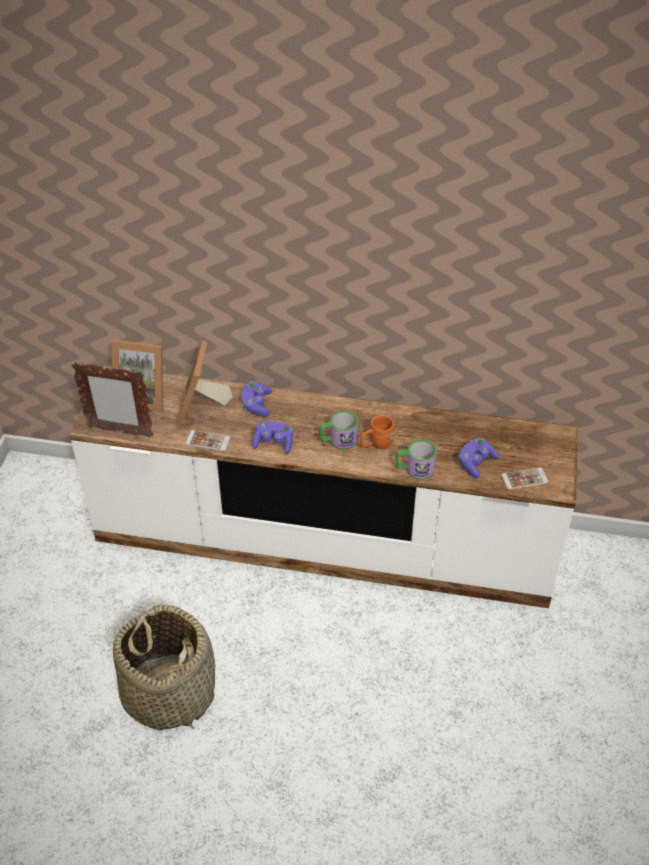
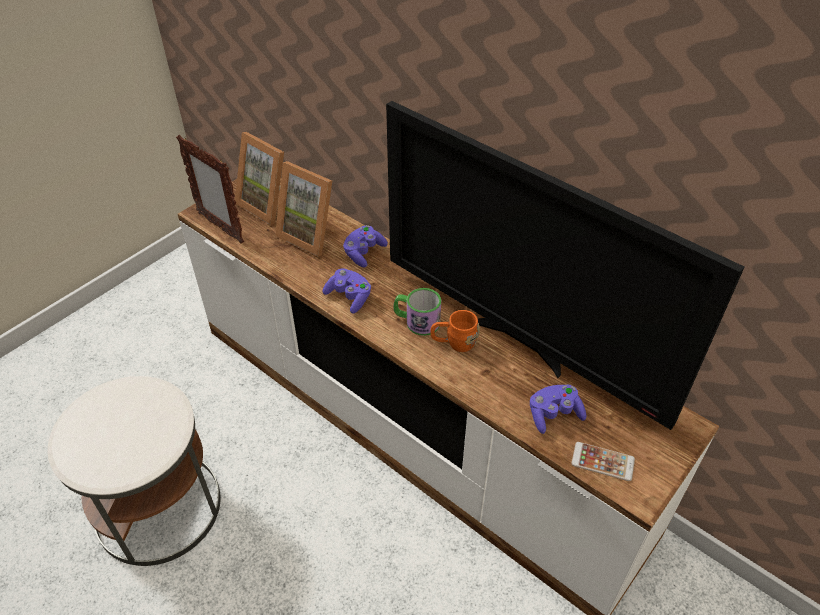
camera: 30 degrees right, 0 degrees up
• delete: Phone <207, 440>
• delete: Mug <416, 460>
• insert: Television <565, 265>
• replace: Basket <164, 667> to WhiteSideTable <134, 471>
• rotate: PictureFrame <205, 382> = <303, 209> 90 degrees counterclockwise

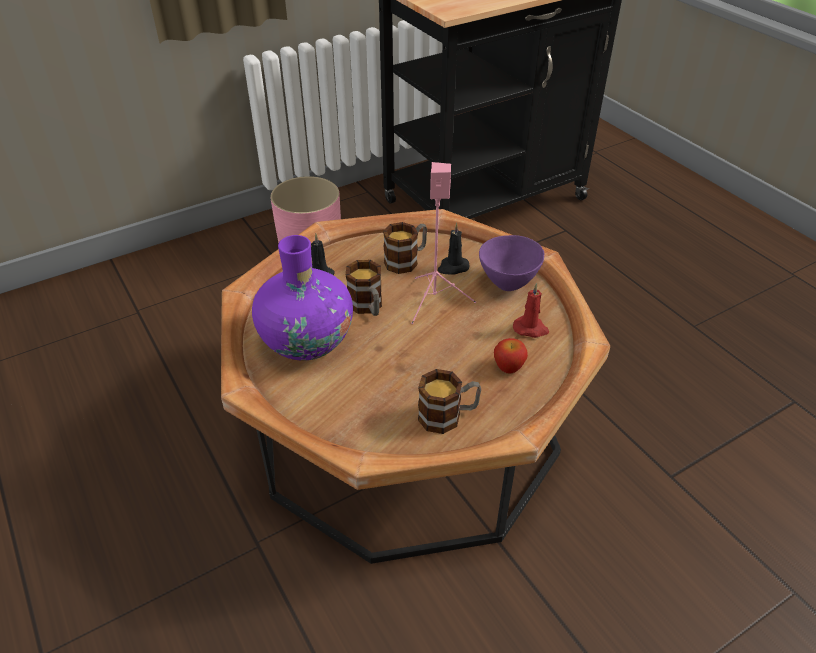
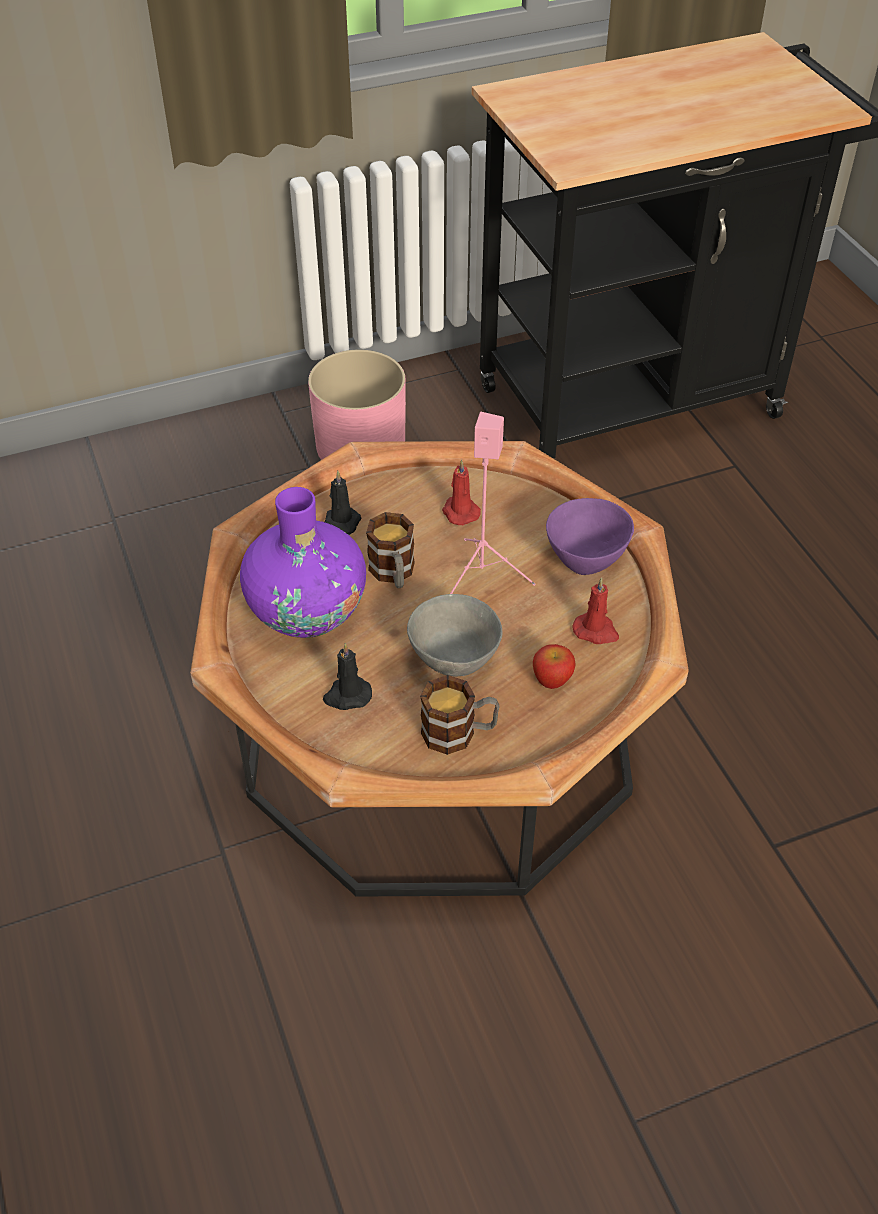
camera: 10 degrees right, 5 degrees up
• insert: GreyBowl <455, 635>
• move: BlackCandle <454, 249> to <347, 676>
• replace: Mug <405, 248> to RedCandle <461, 492>

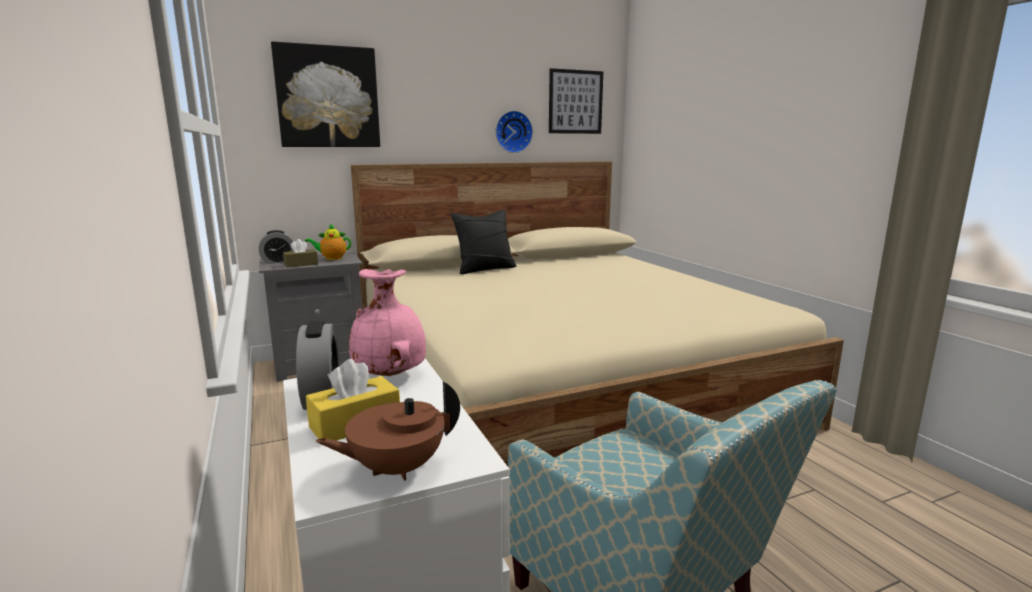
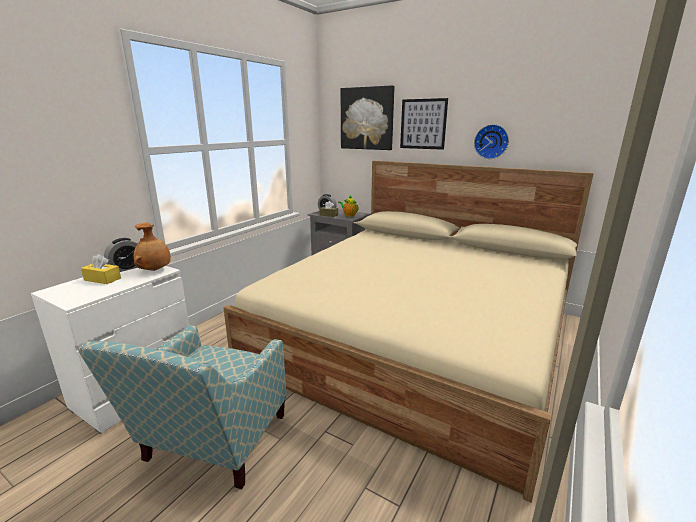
camera: 55 degrees right, 5 degrees up
• delete: BrownTeapot <387, 431>
• delete: BlackPillow <483, 242>
• move: Picture <576, 101> to <424, 124>
• recolor: PinkVase <387, 322> to BrownVase <152, 246>

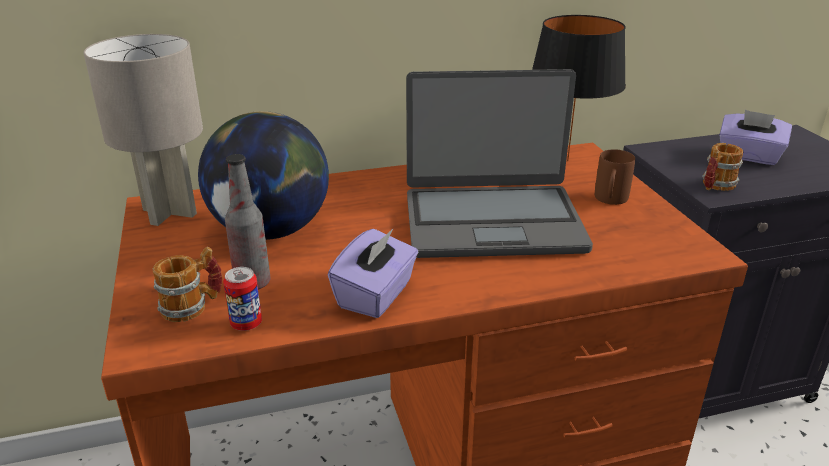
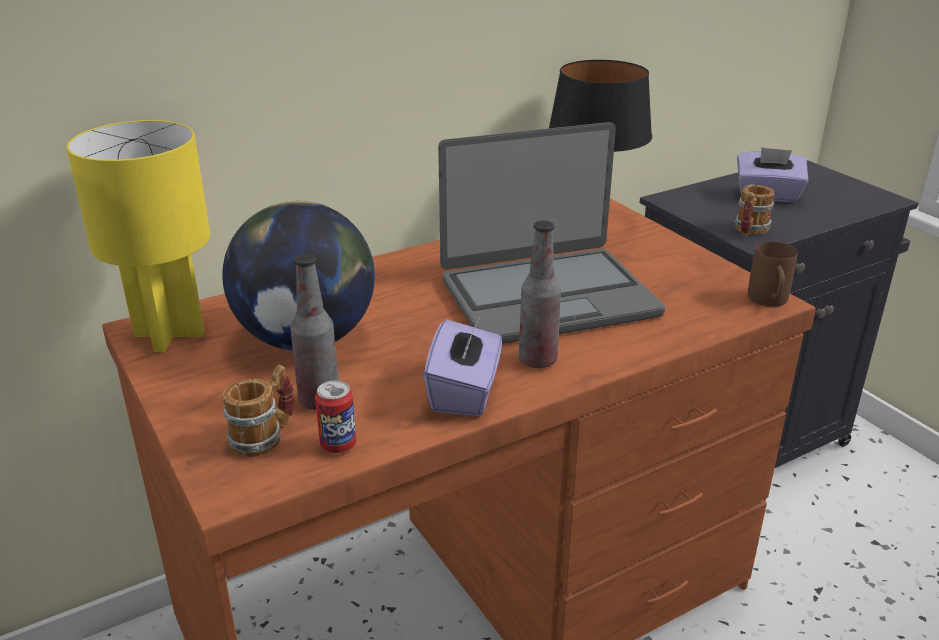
camera: 15 degrees left, 0 degrees up
• insert: Bottle <540, 294>
• move: BrownMug <615, 177> to <772, 274>
• recolor: GreyTableLamp <143, 130> to YellowTableLamp <138, 236>

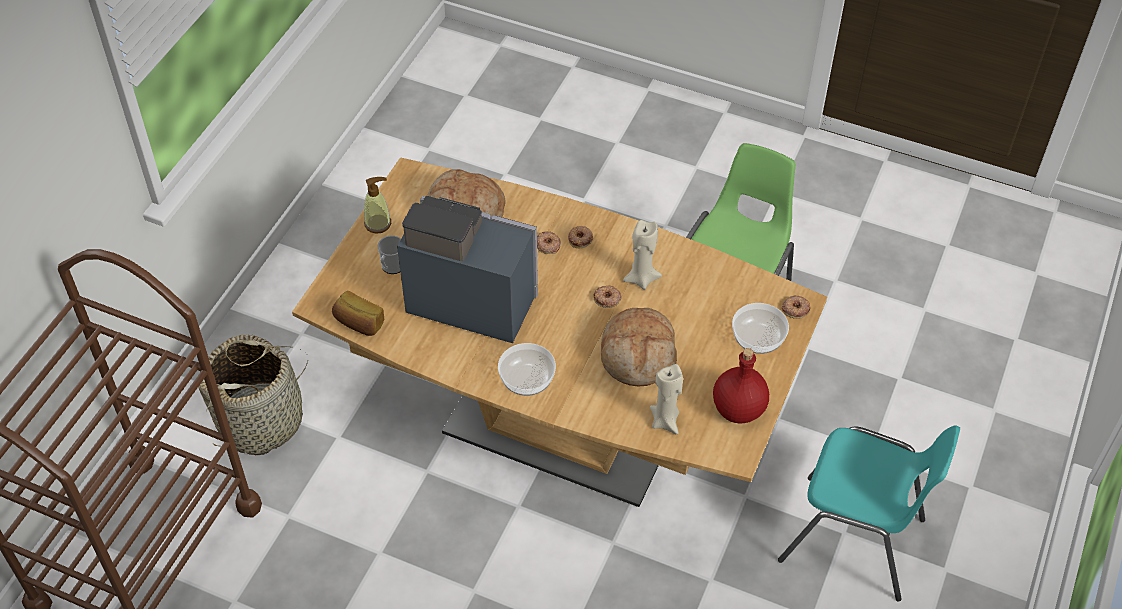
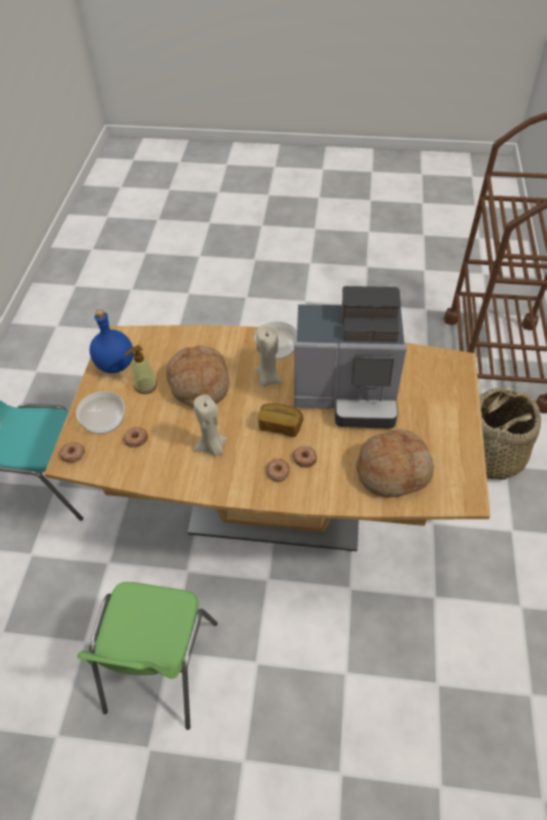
camera: 165 degrees right, 0 degrees up
• delete: Mug <389, 254>
• move: Bread <358, 313> to <281, 420>
• move: SoapDispenser <377, 205> to <141, 369>
• move: Donut <607, 296> to <135, 437>
• move: BeigeCandle <666, 399> to <269, 356>
• recolor: RedBottle <741, 385> to BlueBottle <112, 341>

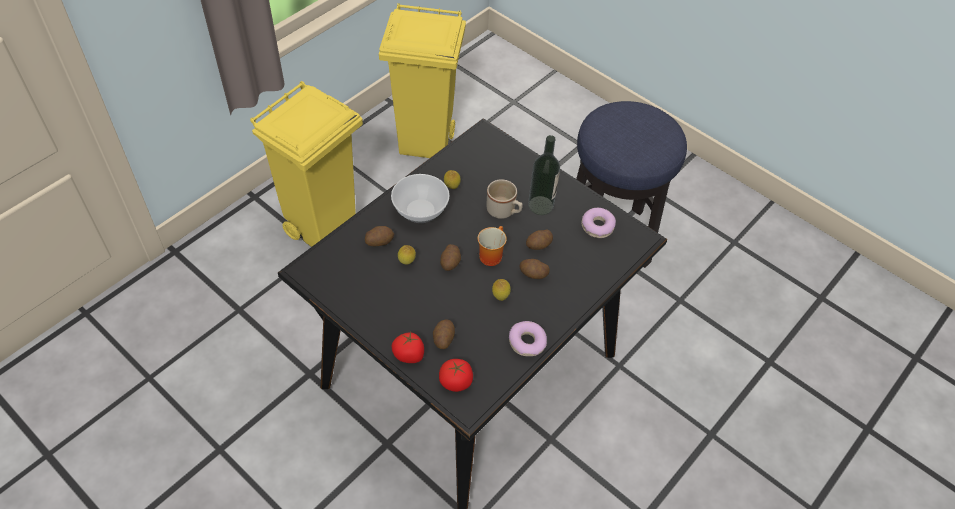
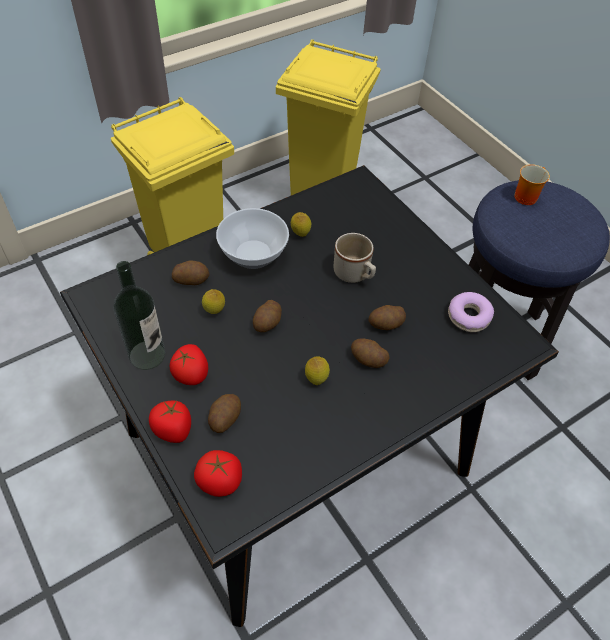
camera: 15 degrees right, 0 degrees up
• delete: Donut <528, 338>
• insert: Tomato <189, 364>
• move: Mug <492, 246> to <532, 184>
• move: Bottle <544, 175> to <140, 315>

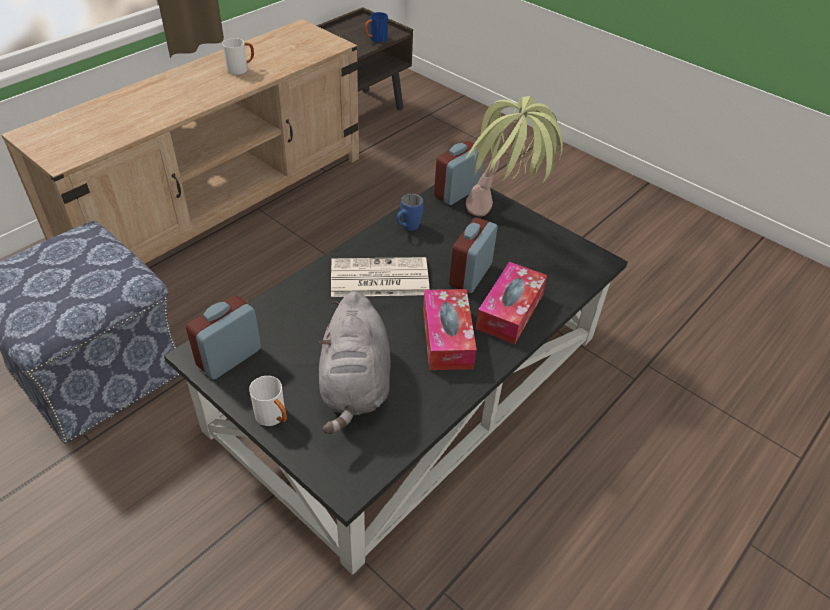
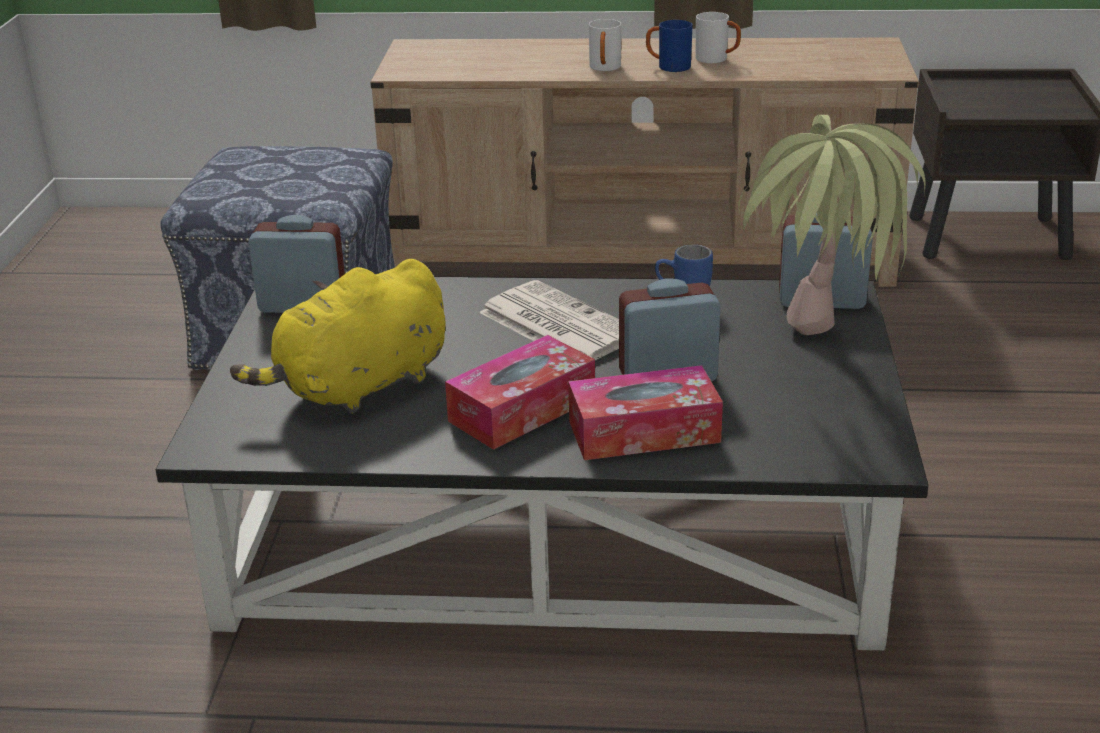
camera: 55 degrees right, 15 degrees down
• move: WhiteMug <268, 401> to <605, 45>
• move: BlueMug <376, 27> to <669, 46>
• recolor: GreyPlushToy <354, 362> to YellowPlushToy <338, 336>

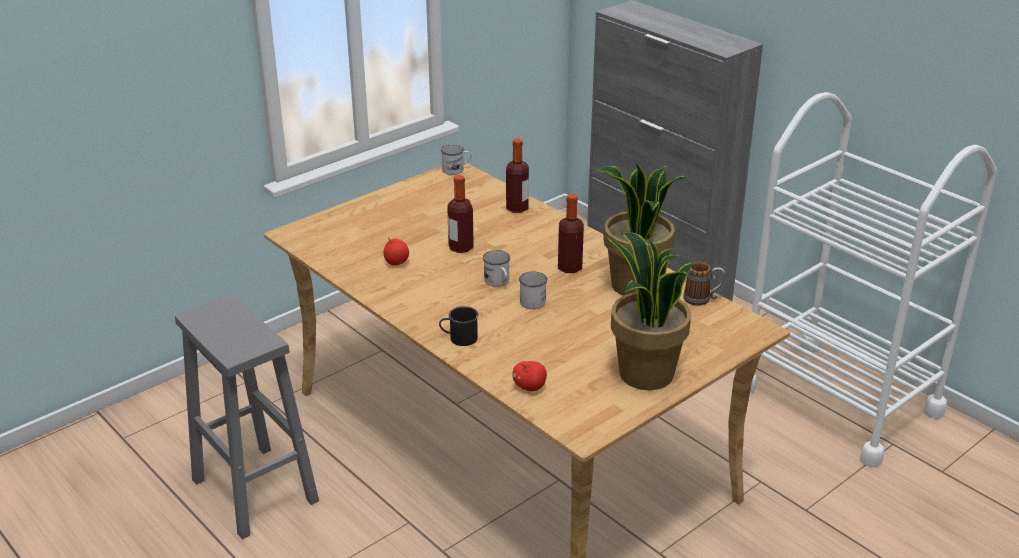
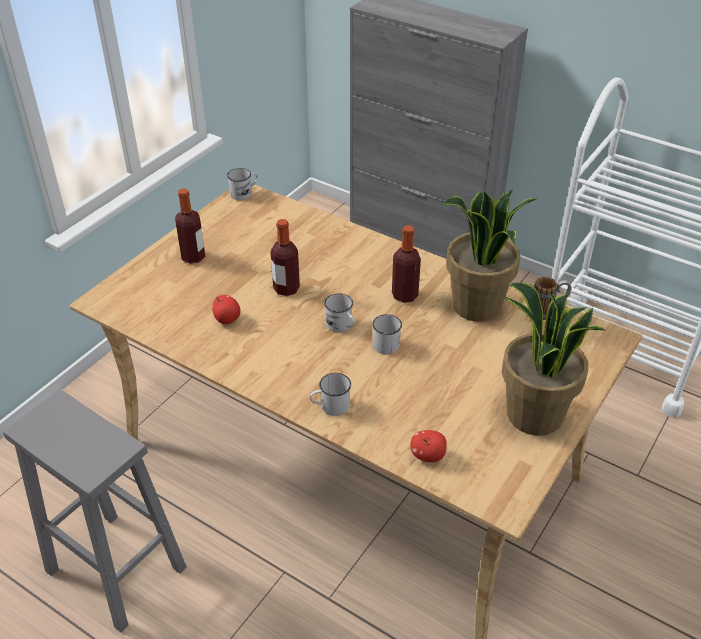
camera: 15 degrees left, 10 degrees up
• move: Bottle <517, 176> to <190, 226>
• recolor: BlackMug <458, 326> to WhiteMug <330, 394>

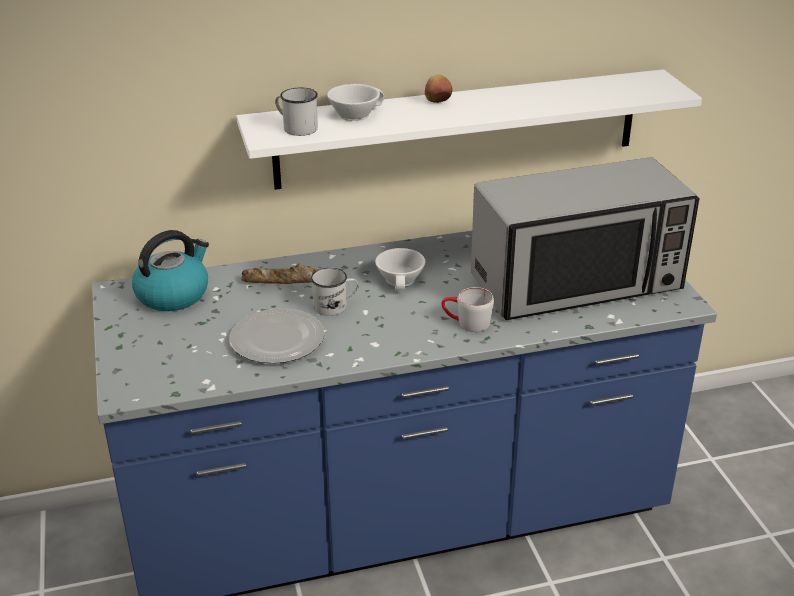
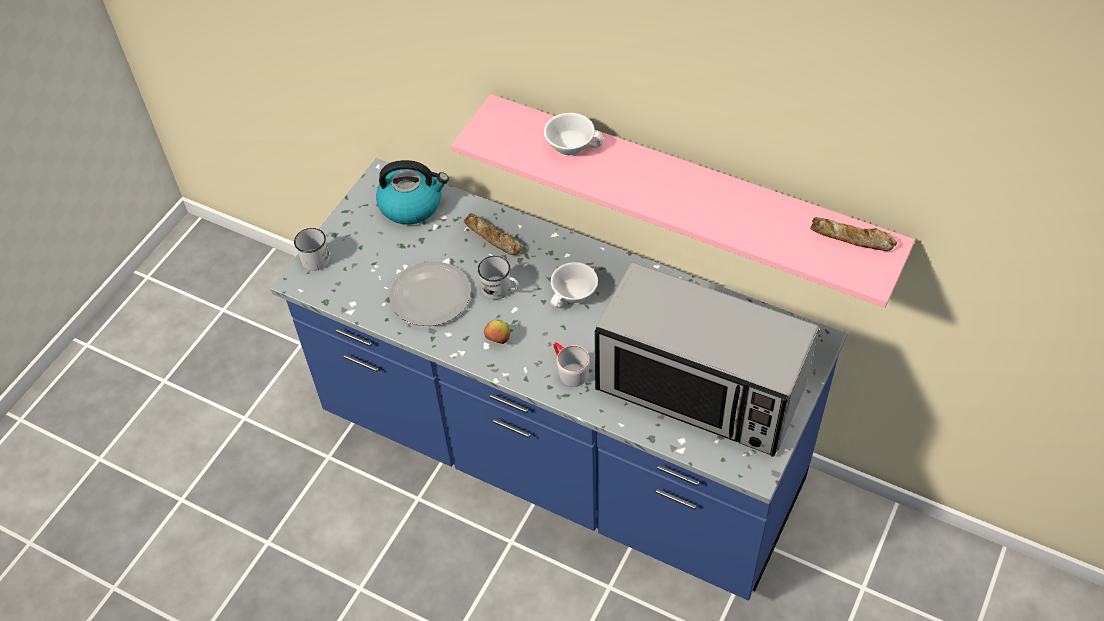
camera: 45 degrees right, 20 degrees up
• insert: Bread <853, 234>
• move: WhiteMug <296, 111> to <312, 249>
• move: Apple <439, 89> to <497, 332>
• recolor: WhiteShelf <469, 129> to PinkShelf <683, 201>

